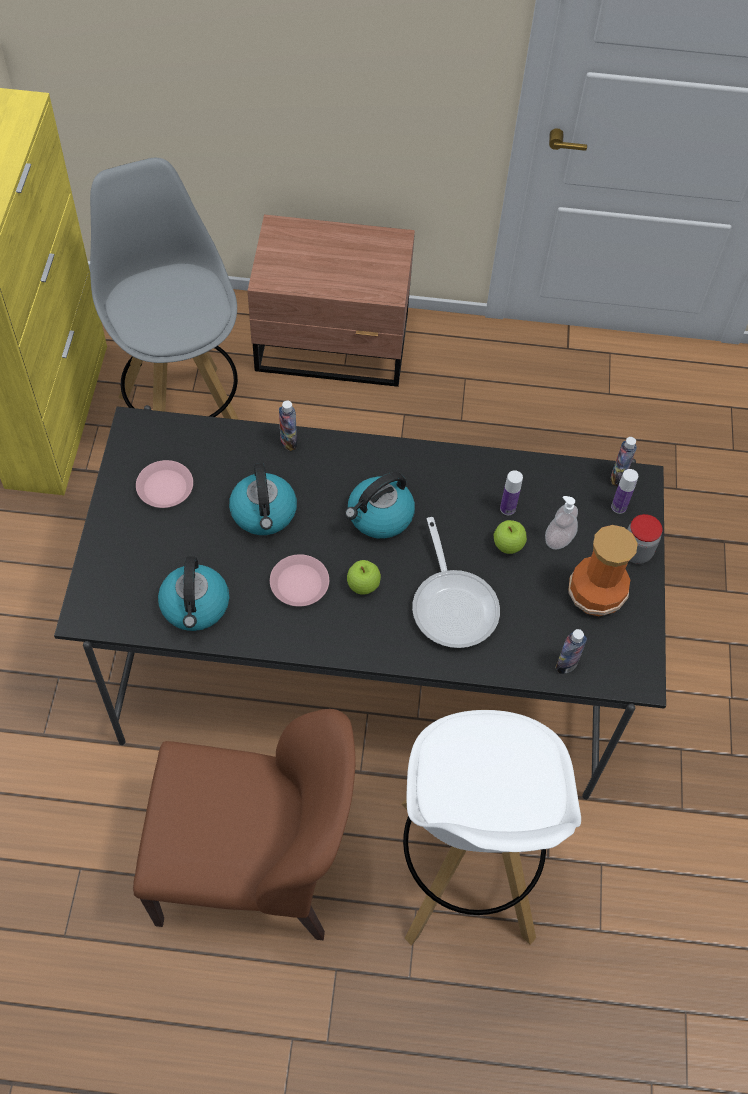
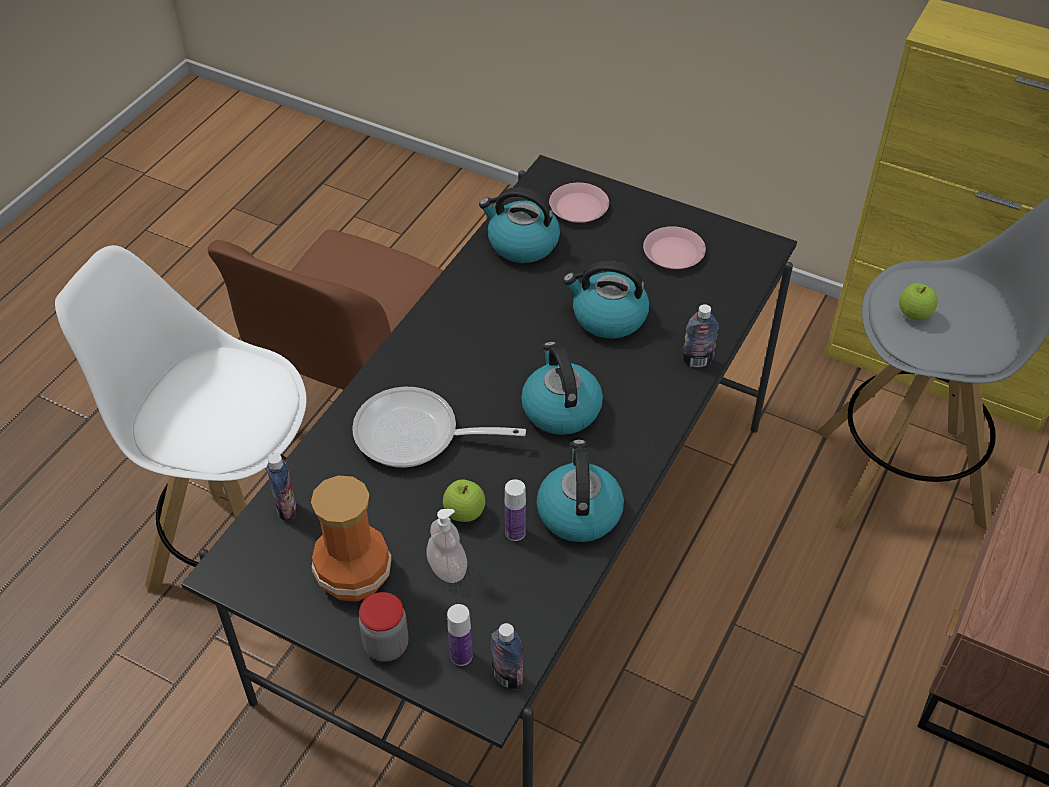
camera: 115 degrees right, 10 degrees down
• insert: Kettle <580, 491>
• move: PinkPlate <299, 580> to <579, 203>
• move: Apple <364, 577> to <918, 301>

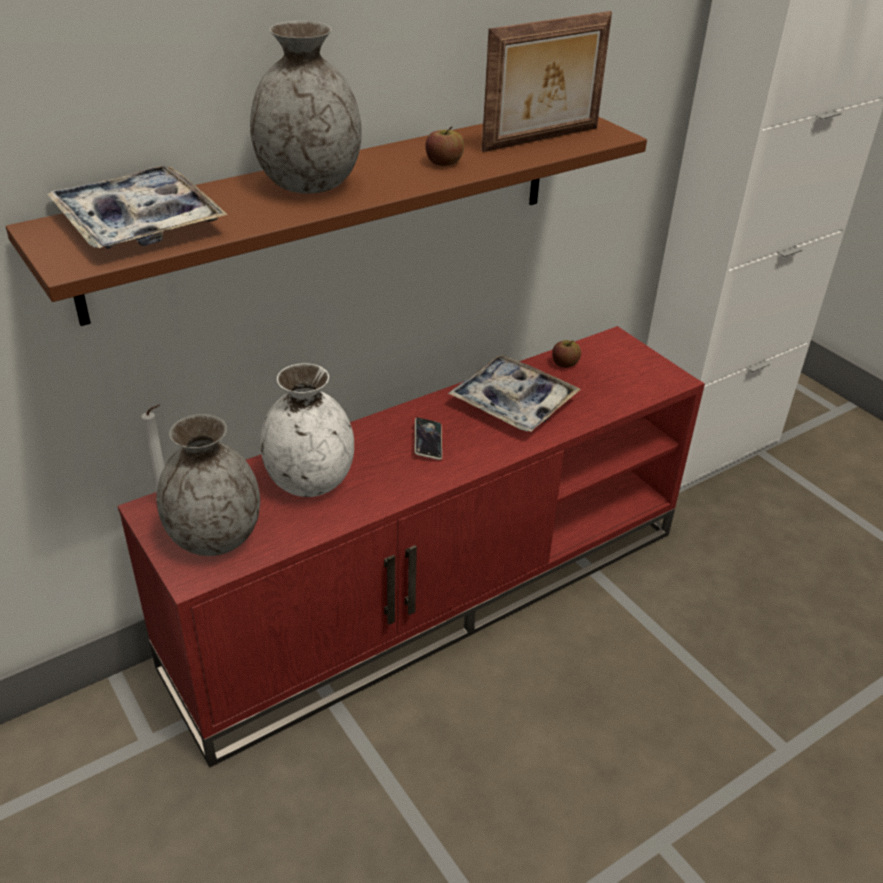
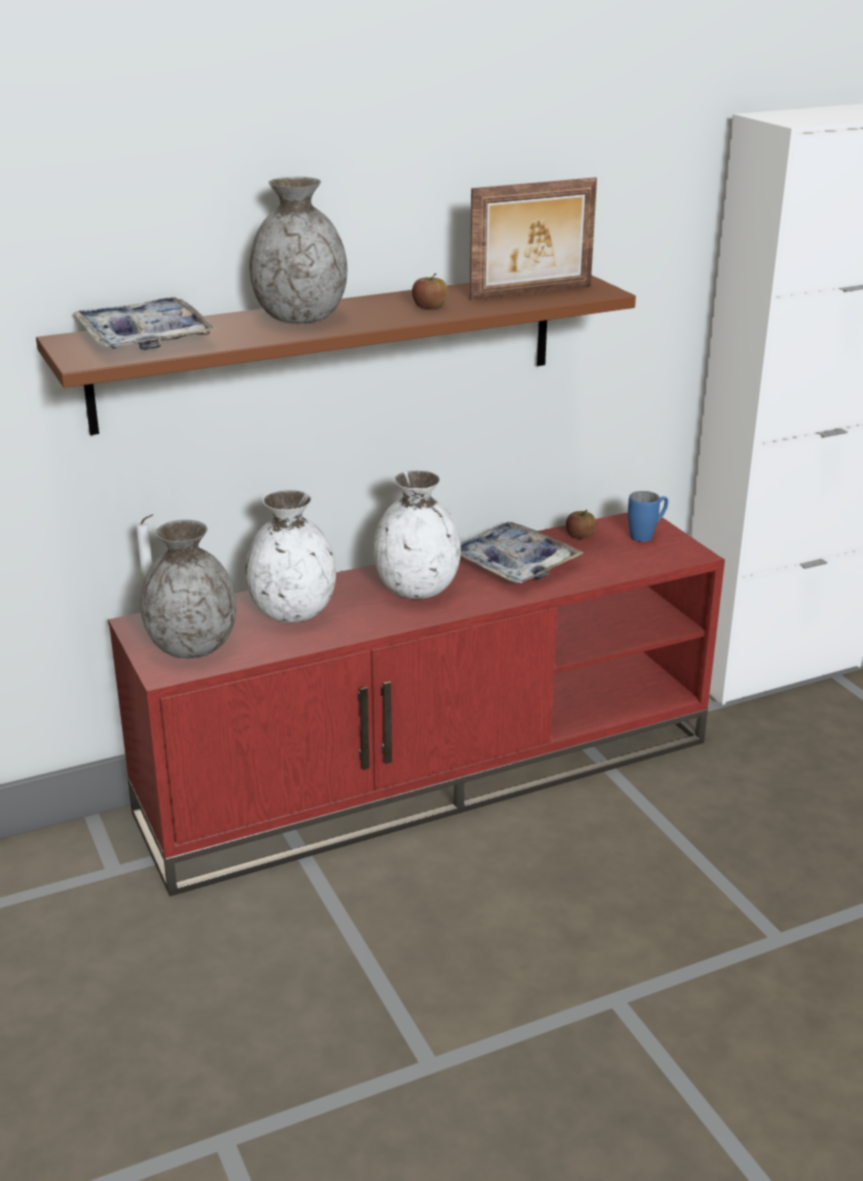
camera: 10 degrees right, 10 degrees down
• insert: BlueMug <648, 516>
• replace: Phone <428, 439> to WhiteVase <417, 534>

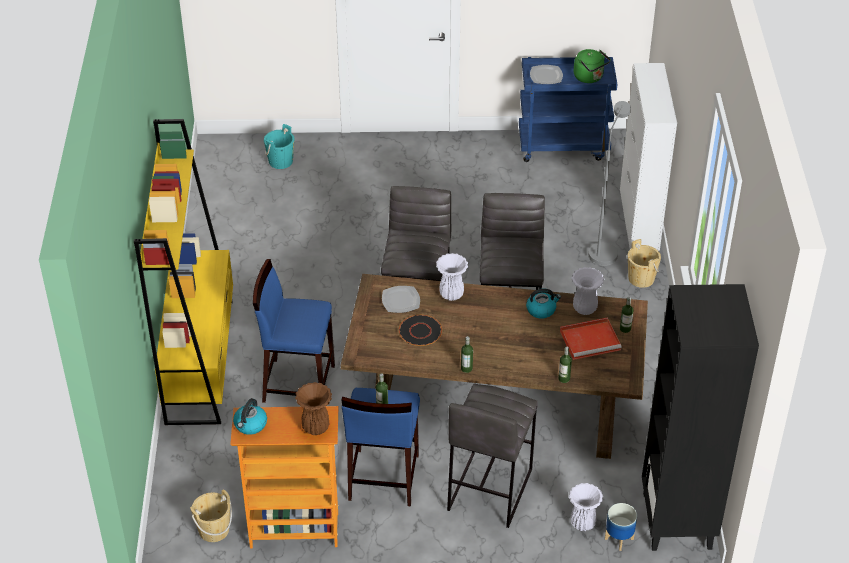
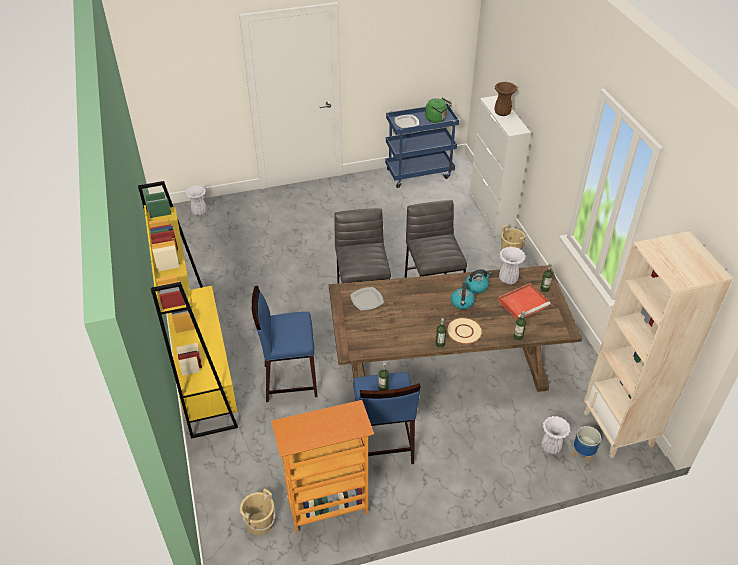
camera: 15 degrees left, 0 degrees up
• delete: TurquoiseBucket <279, 146>
• delete: BlackPlate <420, 330>
• delete: GreyStool <492, 455>
• delete: GreyFloorLamp <609, 183>
• insert: BeigePlate <464, 330>
• move: Kettle <250, 416> to <463, 296>
• move: BrownVase <313, 408> to <505, 99>
• move: WhiteVase <452, 277> to <196, 200>
• recolor: BlackBookcase <700, 417> to BeigeBookcase <658, 344>

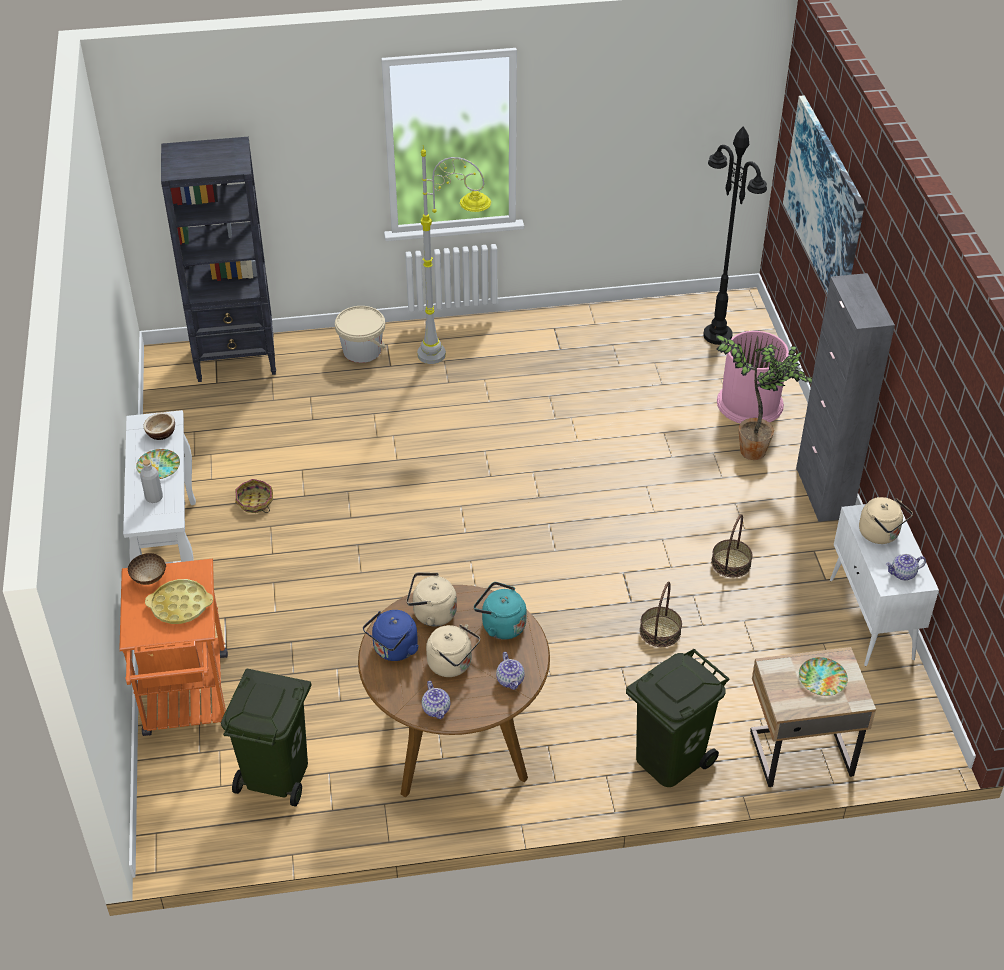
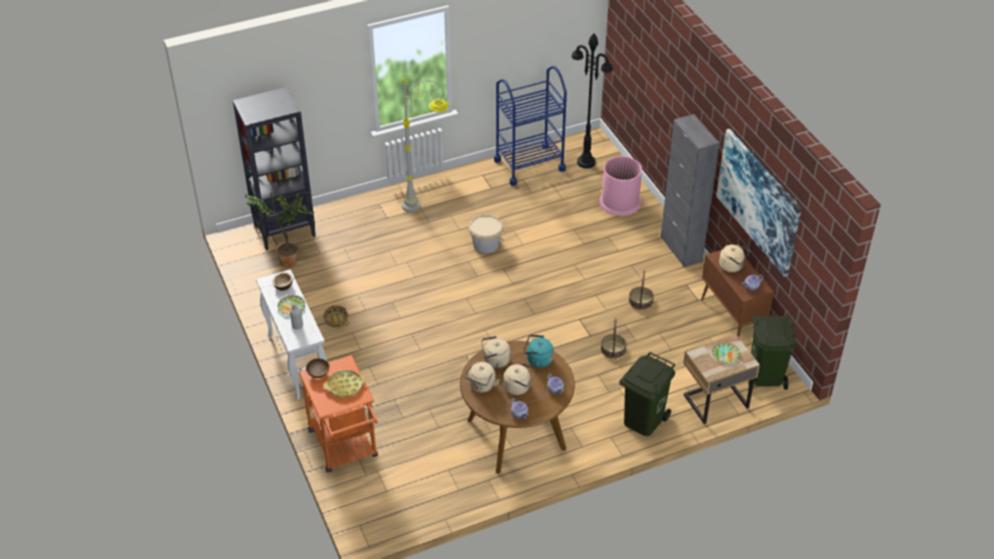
camera: 15 degrees left, 0 degrees up
• insert: BlueCart <530, 126>
• move: GreenTrashCan <266, 738> to <772, 353>
• move: BeigeBucket <360, 334> to <486, 234>
• move: PottedPlant <764, 397> to <279, 230>
• move: Picture <824, 194> to <759, 203>
• recolor: BlueKettle <391, 635> to BeigeKettle <482, 377>
• recolor: WhiteCabinet <884, 585> to BrownCabinet <737, 293>

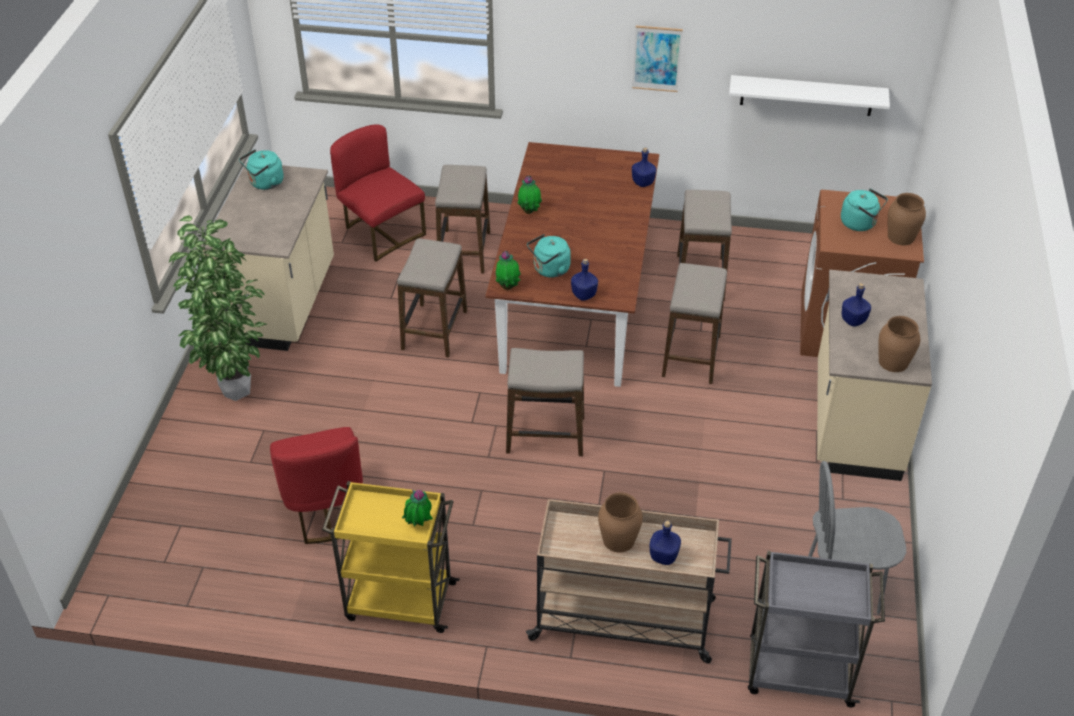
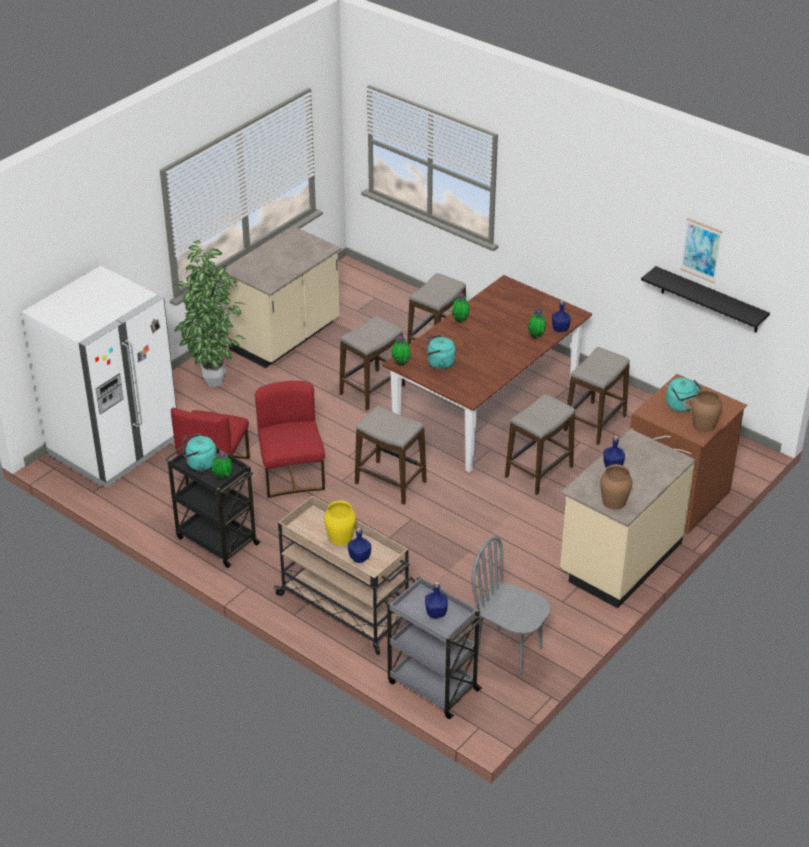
camera: 30 degrees right, 5 degrees down
• insert: WhiteFridge <99, 377>
• insert: PottedPlant <537, 323>
• move: TurquoiseKettle <261, 169> to <200, 452>
• move: RedChair <378, 193> to <290, 439>
• move: BlueBottle <584, 280> to <436, 600>
• move: Picture <657, 59> to <701, 250>
• recolor: YellowCart <391, 557> to BlackCart <213, 505>
• recolor: BrownVase <620, 522> to YellowVase <340, 523>
• recolor: WhiteShelf <809, 95> to BlackShelf <705, 299>

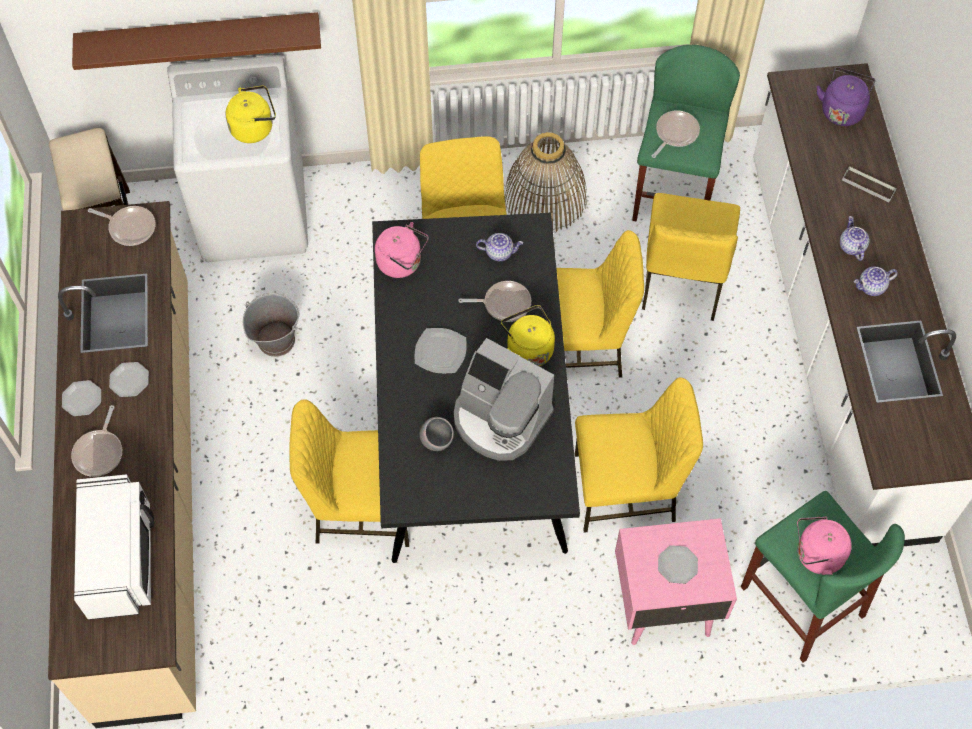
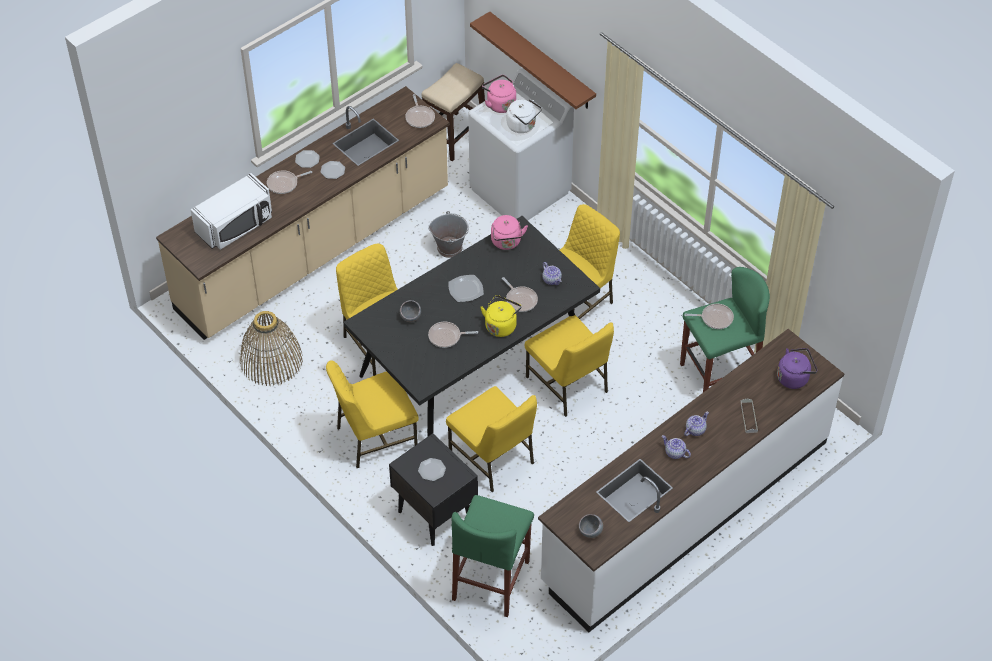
camera: 55 degrees right, 10 degrees down
• insert: GreyBowl <591, 526>
• move: Basket <546, 182> to <271, 348>
• move: YellowChair <691, 257> to <372, 414>
• move: PinkKettle <824, 546> to <499, 94>
• replace: CoffeeMachine <504, 399> to FryingPan <453, 335>
• recolor: YellowKettle <250, 114> to WhiteKettle <524, 116>
• recolor: PinkNightstand <676, 581> to BlackNightstand <433, 489>

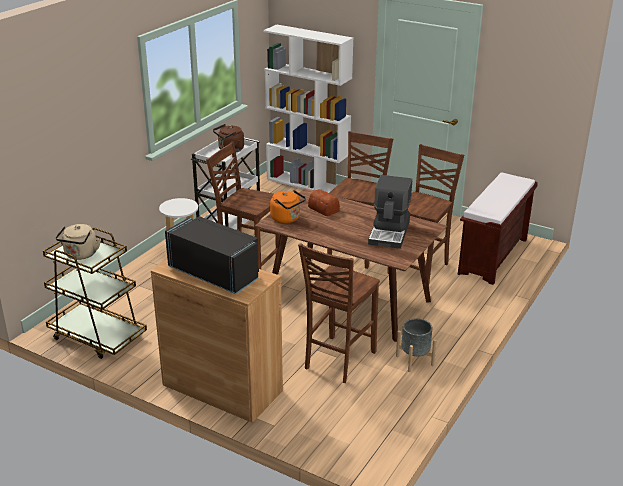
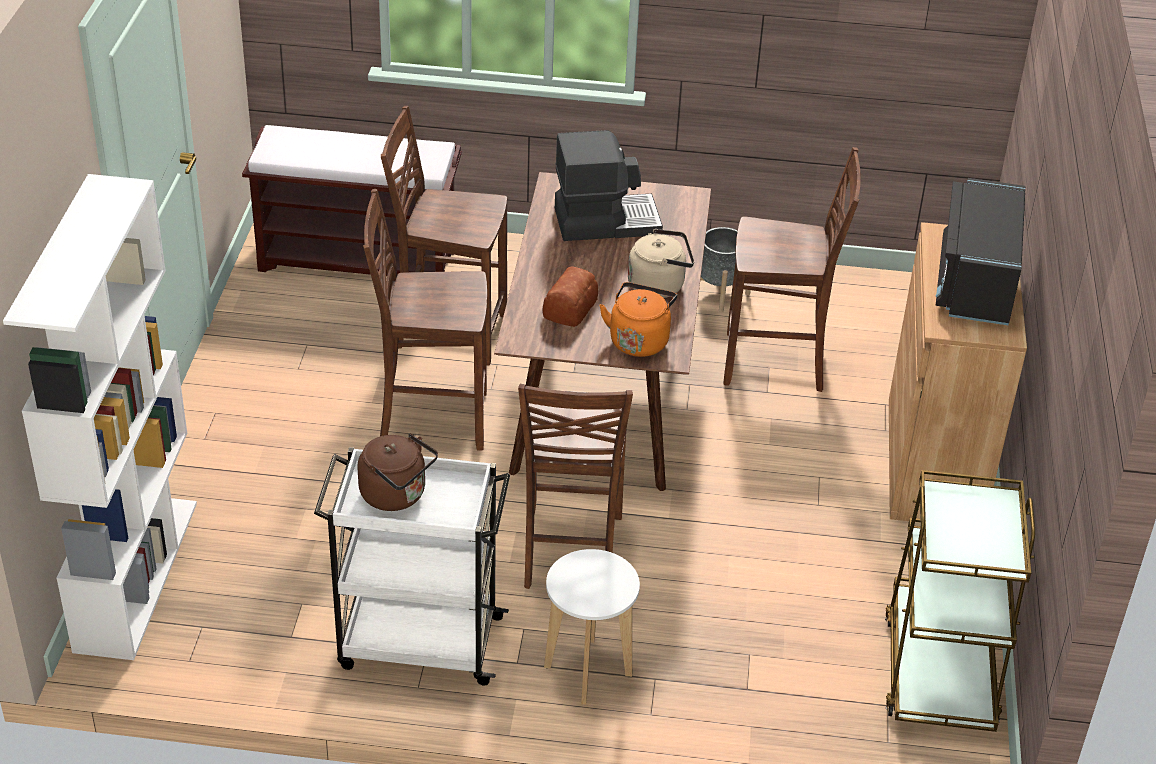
camera: 115 degrees left, 10 degrees up
• move: BeigeKettle <78, 242> to <661, 263>

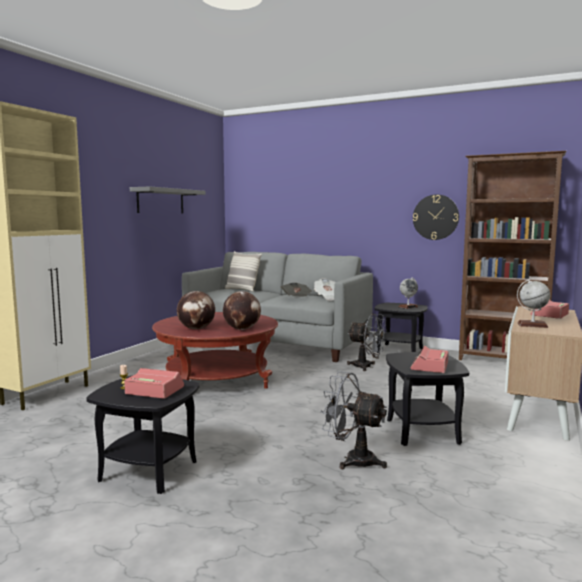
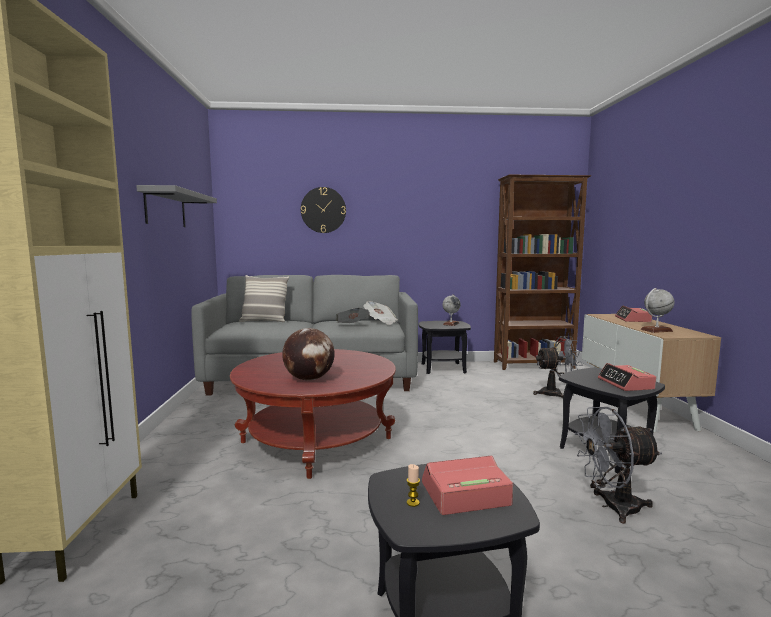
camera: 30 degrees left, 0 degrees up
• delete: Globe <242, 310>
• move: GreyFan <367, 342> to <557, 367>
• move: WallClock <436, 217> to <323, 210>

